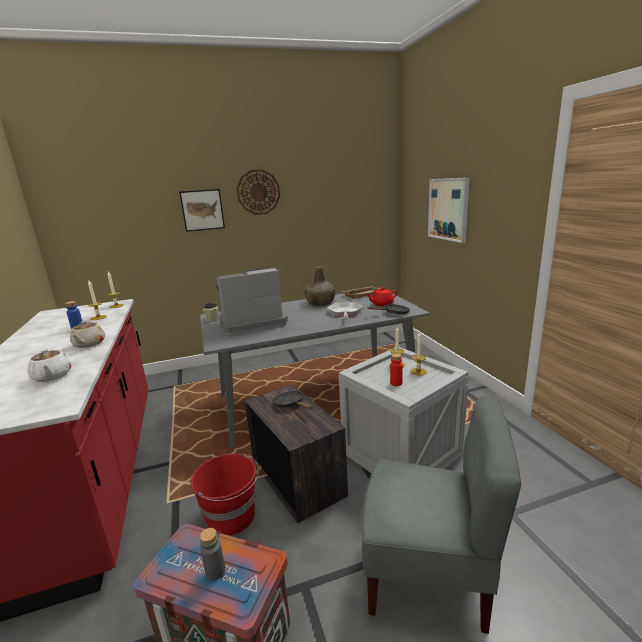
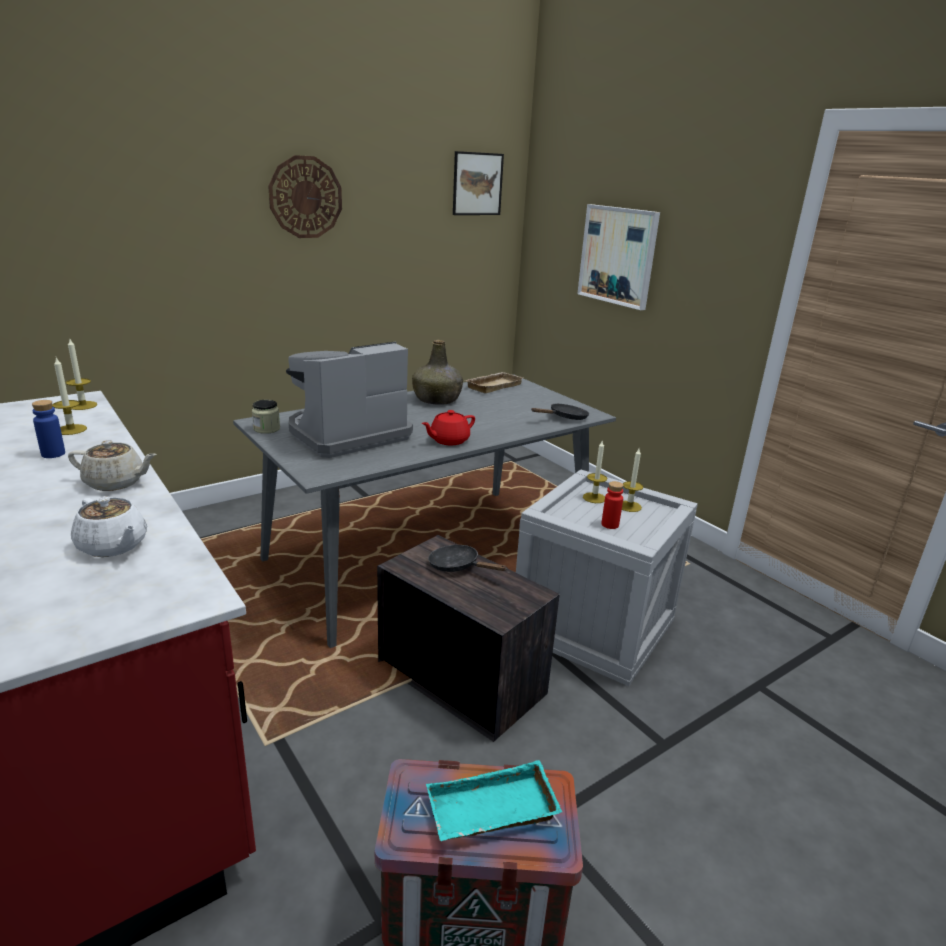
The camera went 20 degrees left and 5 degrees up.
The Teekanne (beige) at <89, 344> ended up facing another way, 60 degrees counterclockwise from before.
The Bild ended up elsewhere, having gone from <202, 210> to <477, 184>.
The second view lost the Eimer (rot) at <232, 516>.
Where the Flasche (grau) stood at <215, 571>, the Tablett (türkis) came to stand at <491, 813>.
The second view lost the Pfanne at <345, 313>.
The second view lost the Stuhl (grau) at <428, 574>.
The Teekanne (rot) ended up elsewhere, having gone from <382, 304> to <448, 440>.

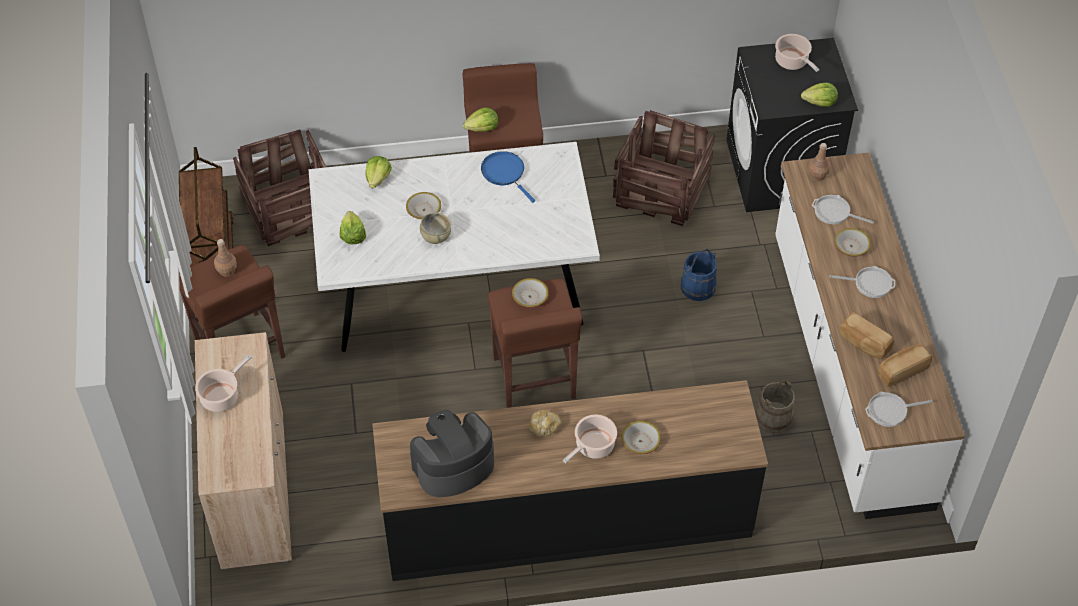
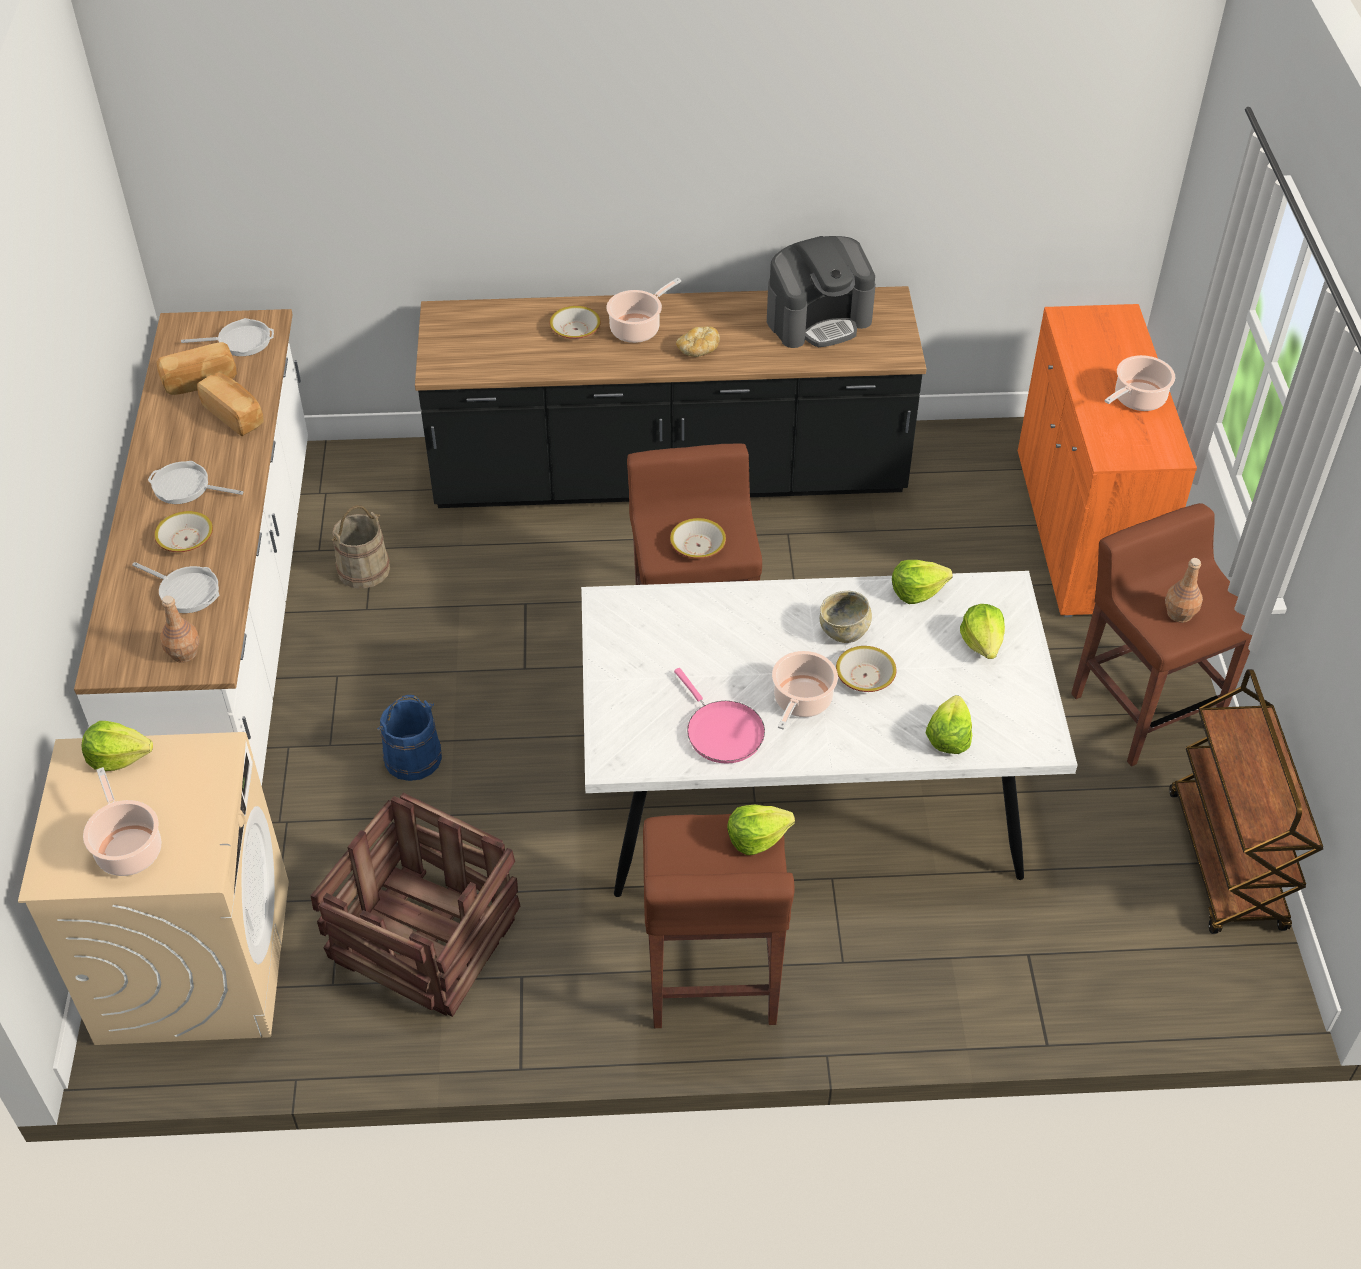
The camera went 175 degrees left and 5 degrees down.
What was the Schrank (beige) at <253, 489> turned into the Schrank (orange) at <1082, 531>.
The second view lost the Kiste at <291, 208>.
What was the Pfanne (blau) at <505, 173> turned into the Pfanne (rosa) at <721, 731>.
What was the Waschmaschine (schwarz) at <780, 172> turned into the Waschmaschine (beige) at <194, 959>.
The second view gained the Kochtopf at <801, 702>.
The second view gained the Salatkopf at <917, 591>.

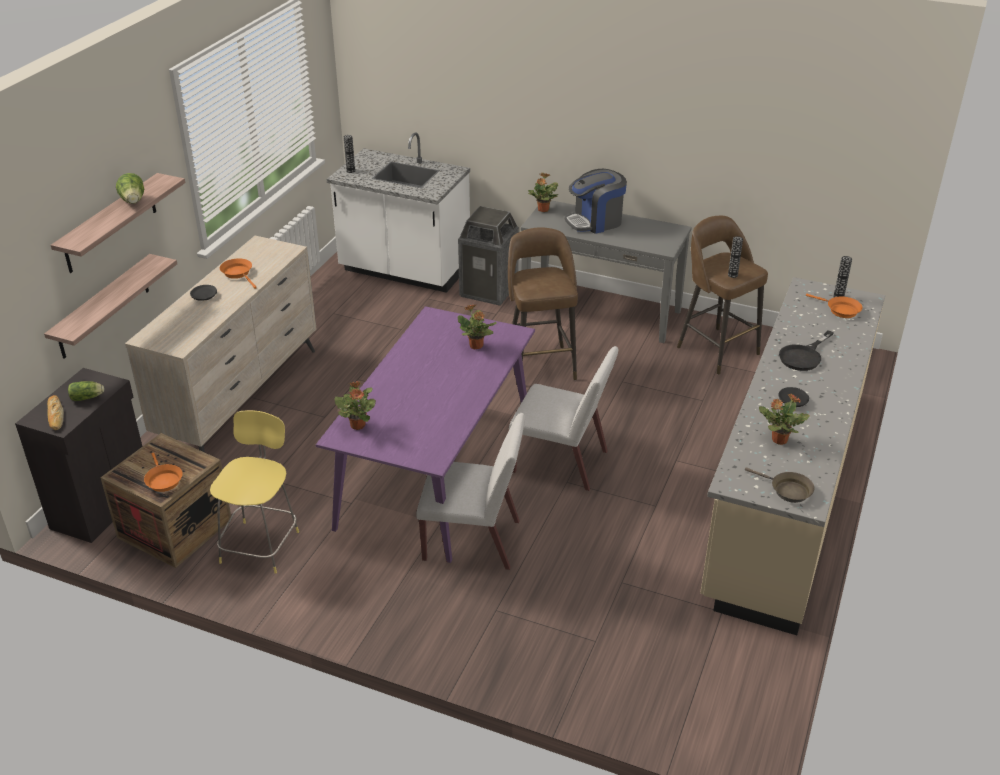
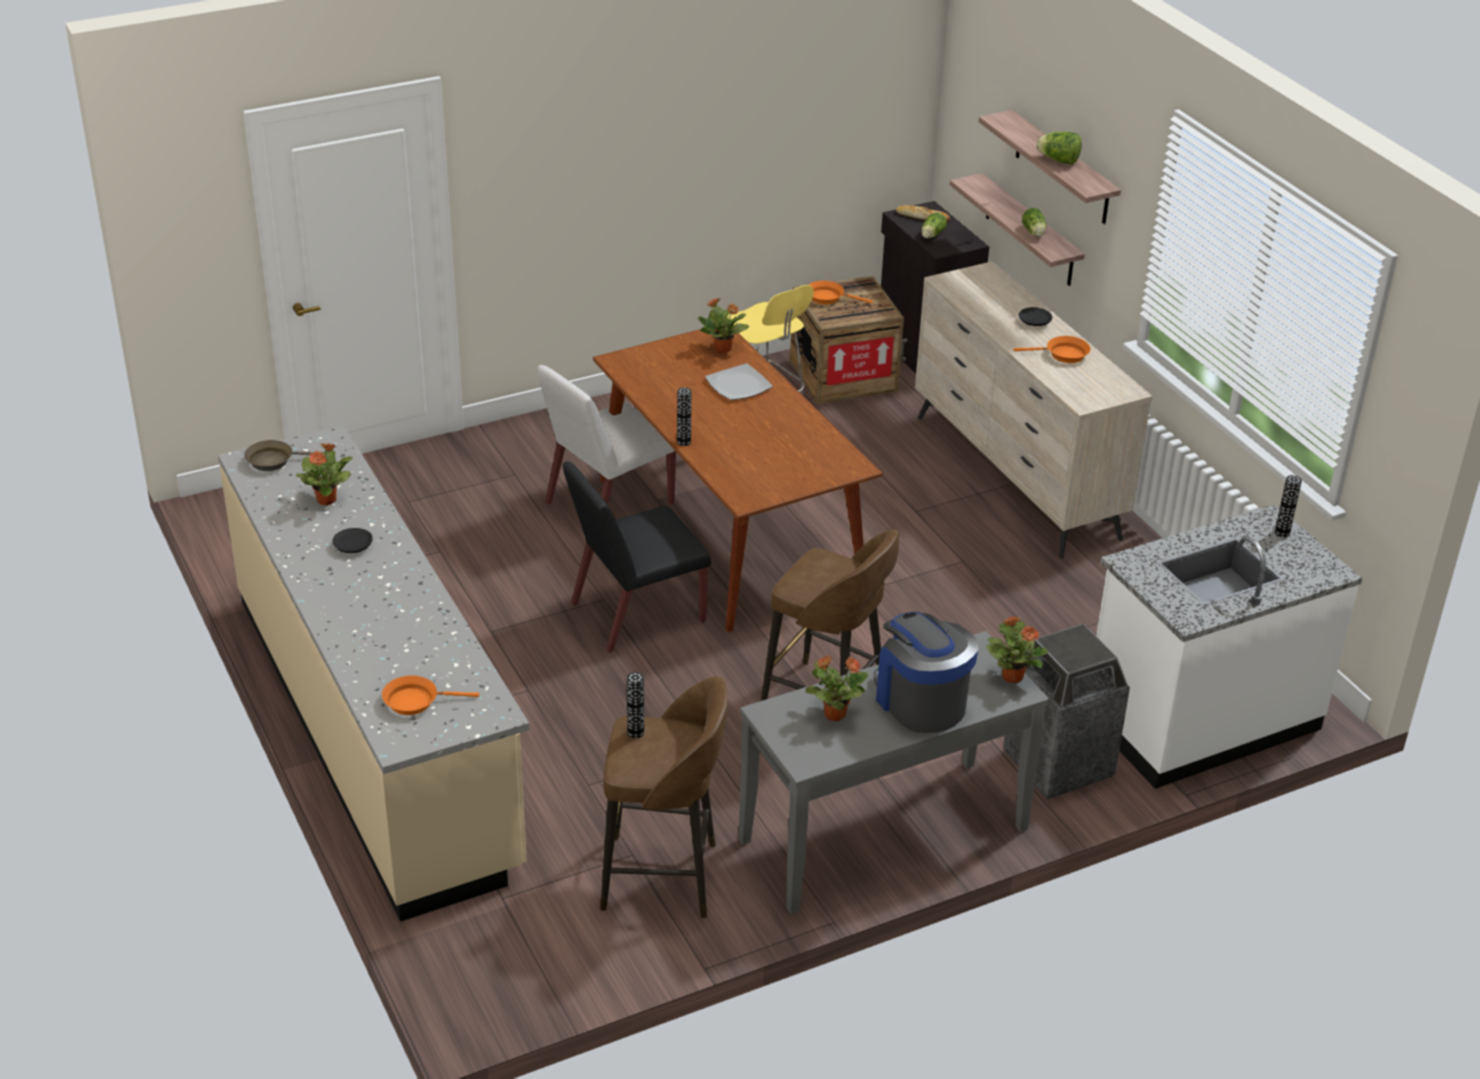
The camera went 130 degrees right and 0 degrees up.
What was the Esstisch (lila) at <437, 474> turned into the Esstisch (braun) at <728, 531>.
The Topfpflanze ended up elsewhere, having gone from <476, 346> to <834, 714>.
What was the Stuhl (weiß) at <561, 462> turned into the Stuhl (schwarz) at <636, 613>.
The Kaffeemaschine at <595, 221> ended up facing another way, 45 degrees counterclockwise from before.
The second view lost the Pfanne (schwarz) at <804, 356>.
The Vase ended up elsewhere, having gone from <838, 297> to <683, 442>.
The second view gained the Teller at <739, 385>.
The second view gained the Salatkopf at <1034, 233>.

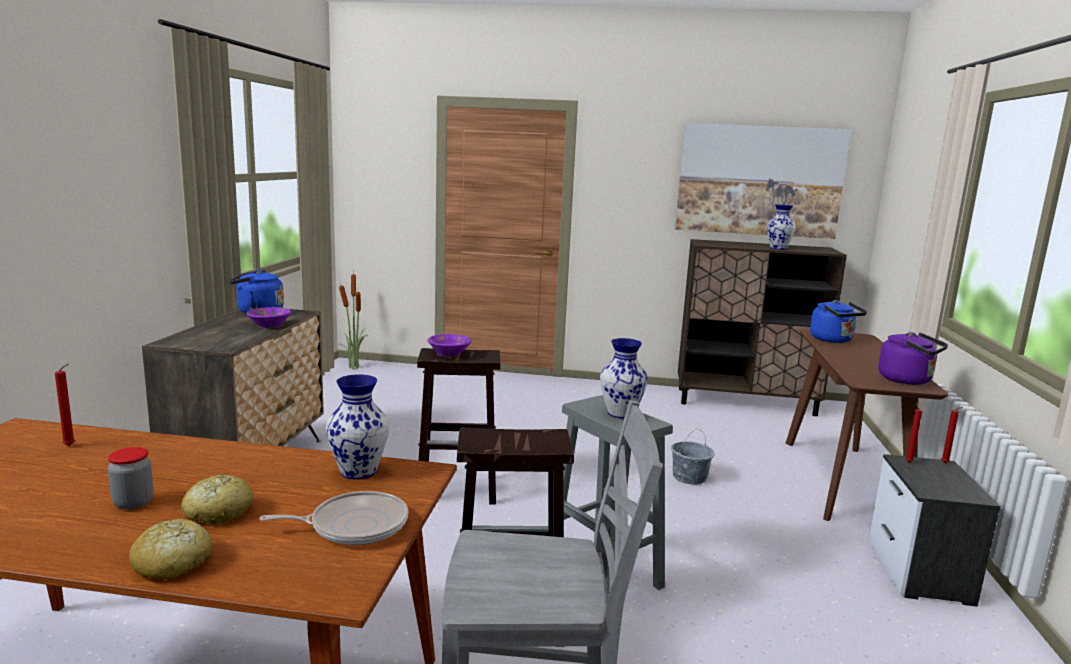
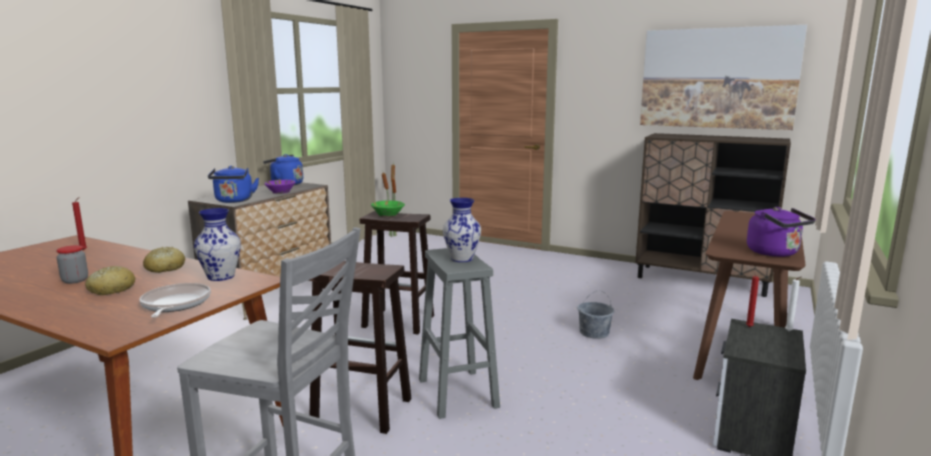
The camera went 20 degrees right and 0 degrees up.
The Brot ended up elsewhere, having gone from <172, 563> to <165, 268>.
The Pfanne at <354, 525> ended up facing another way, 105 degrees counterclockwise from before.
What was the Schüssel (lila) at <449, 354> turned into the Schüssel (grün) at <388, 215>.
The second view lost the Vase at <778, 248>.
The Wasserkessel (blau) ended up elsewhere, having gone from <833, 340> to <234, 201>.
What was the Kerze (rot) at <946, 463> turned into the Kerze (weiß) at <789, 331>.

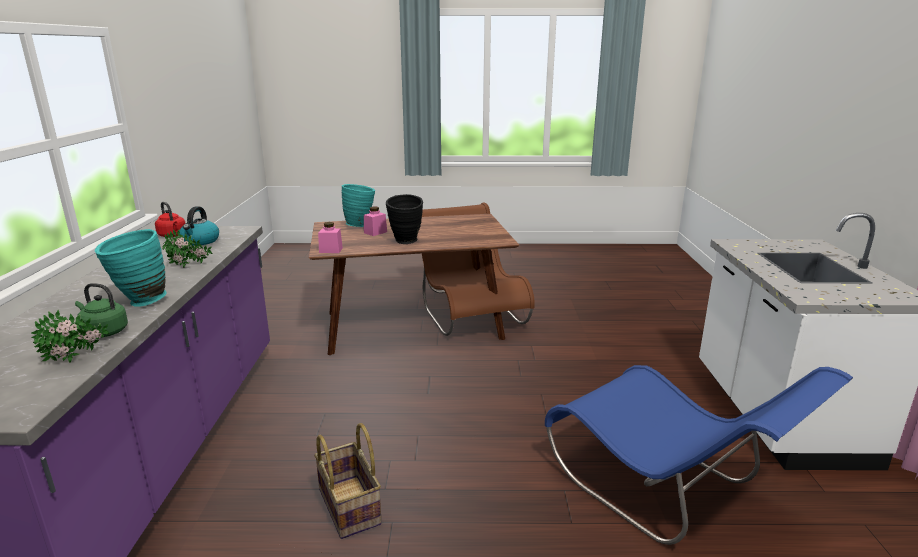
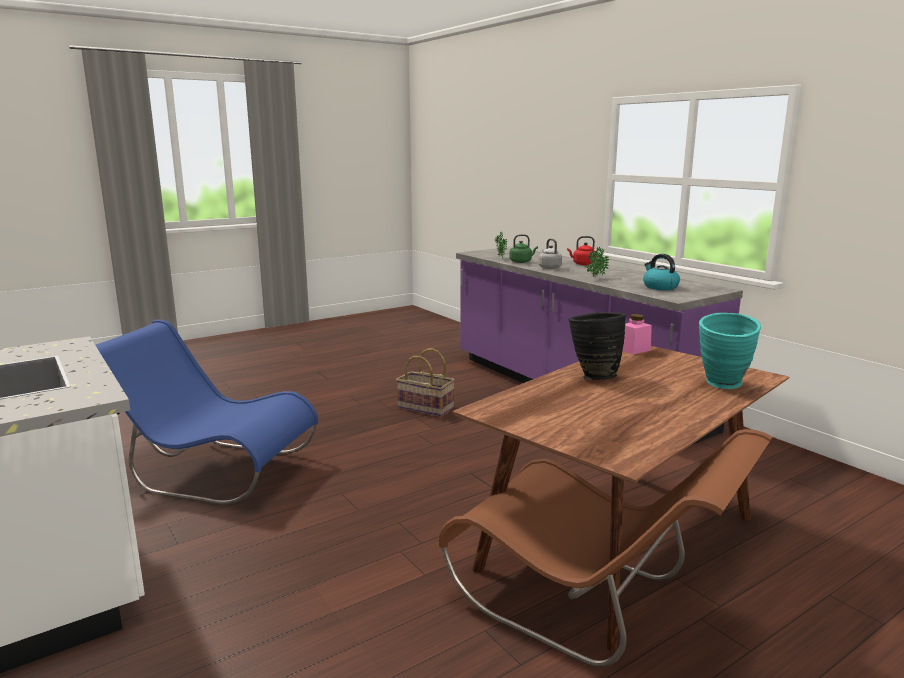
The camera went 145 degrees right and 5 degrees down.
Where the Vase (türkis) stood at <139, 302>, the Wasserkessel (grau) came to stand at <549, 267>.
The Wasserkessel (rot) ended up elsewhere, having gone from <173, 235> to <582, 264>.
The second view lost the Vorratsglas (rosa) at <375, 232>.

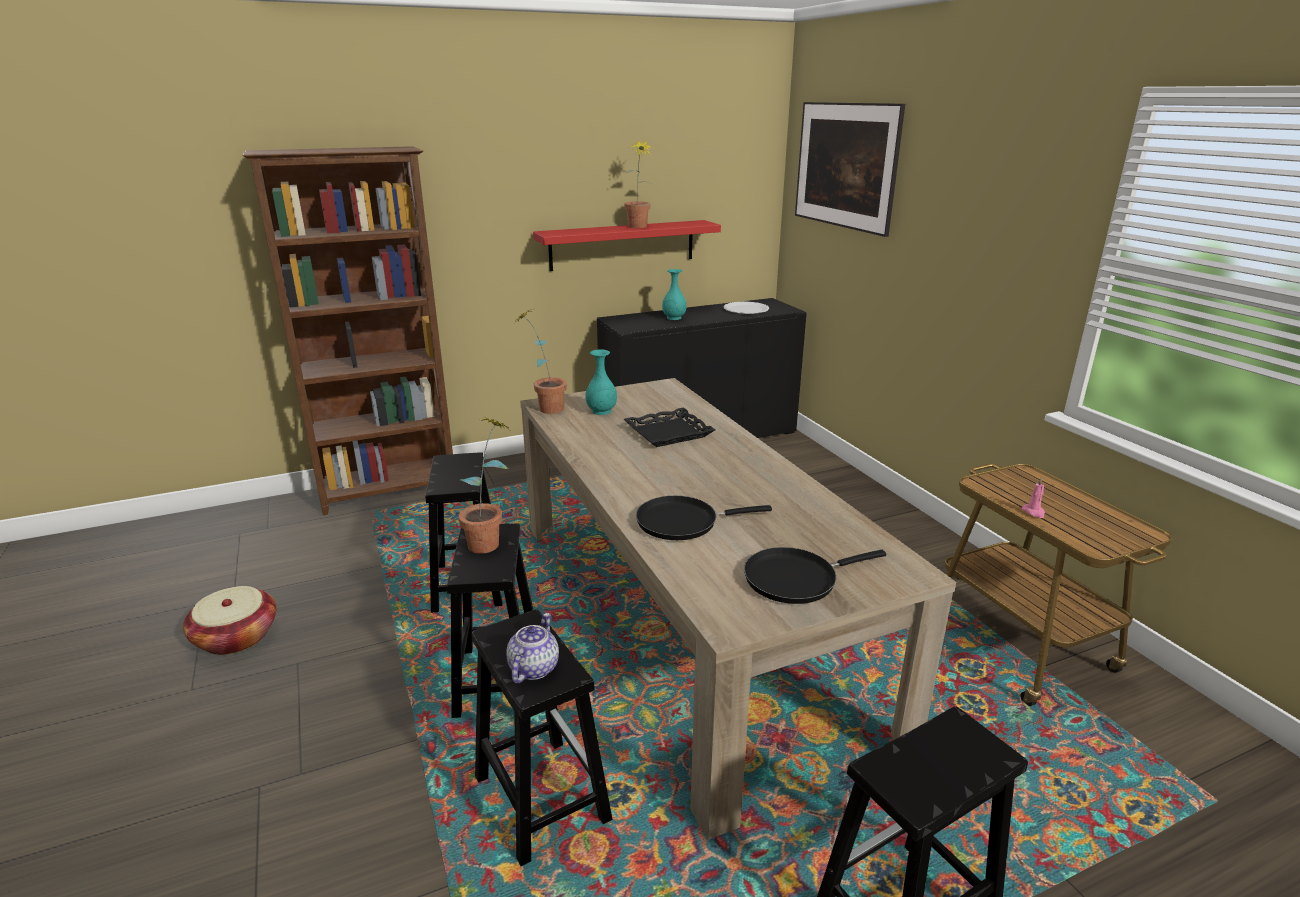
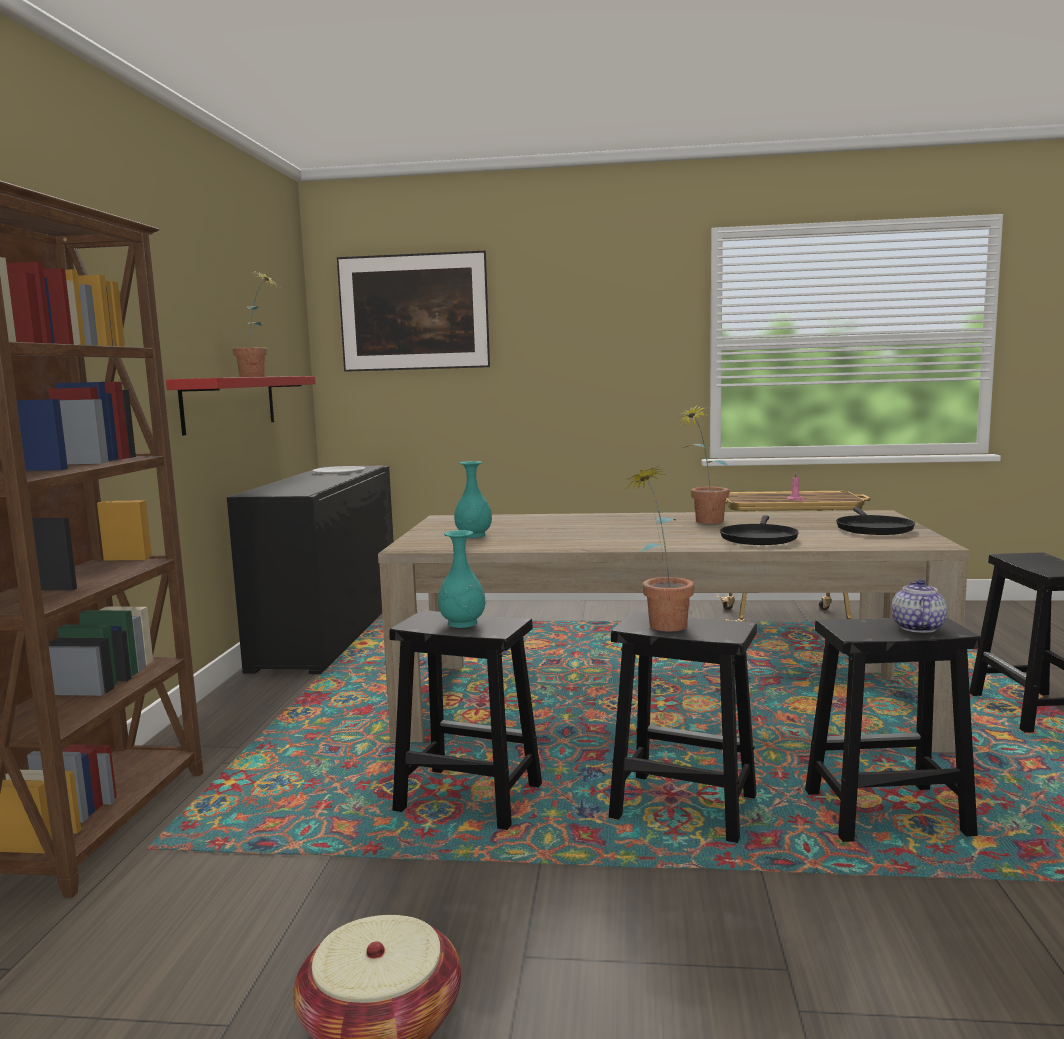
The camera went 60 degrees left and 15 degrees down.
The Teekanne at <533, 667> ended up facing another way, 60 degrees clockwise from before.
The Topfpflanze ended up elsewhere, having gone from <544, 408> to <703, 522>.
The second view lost the Tablett (schwarz) at <668, 432>.
The Vase (türkis) ended up elsewhere, having gone from <673, 318> to <462, 623>.

